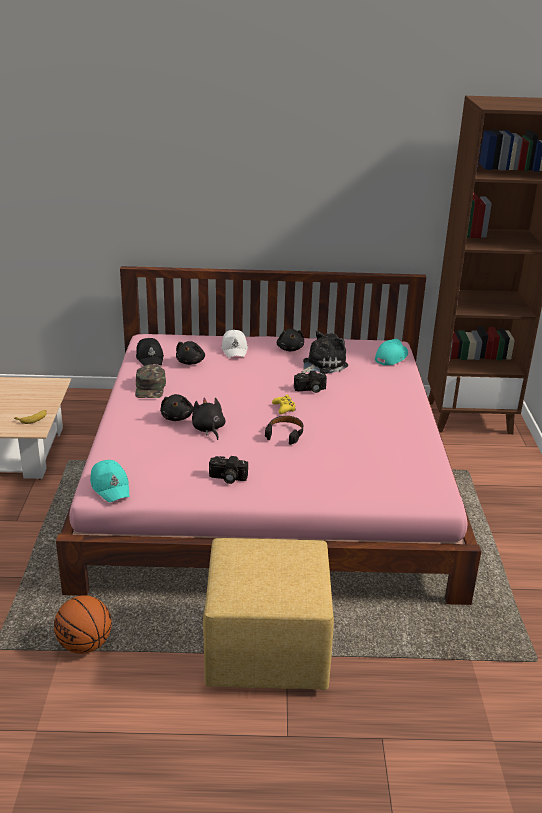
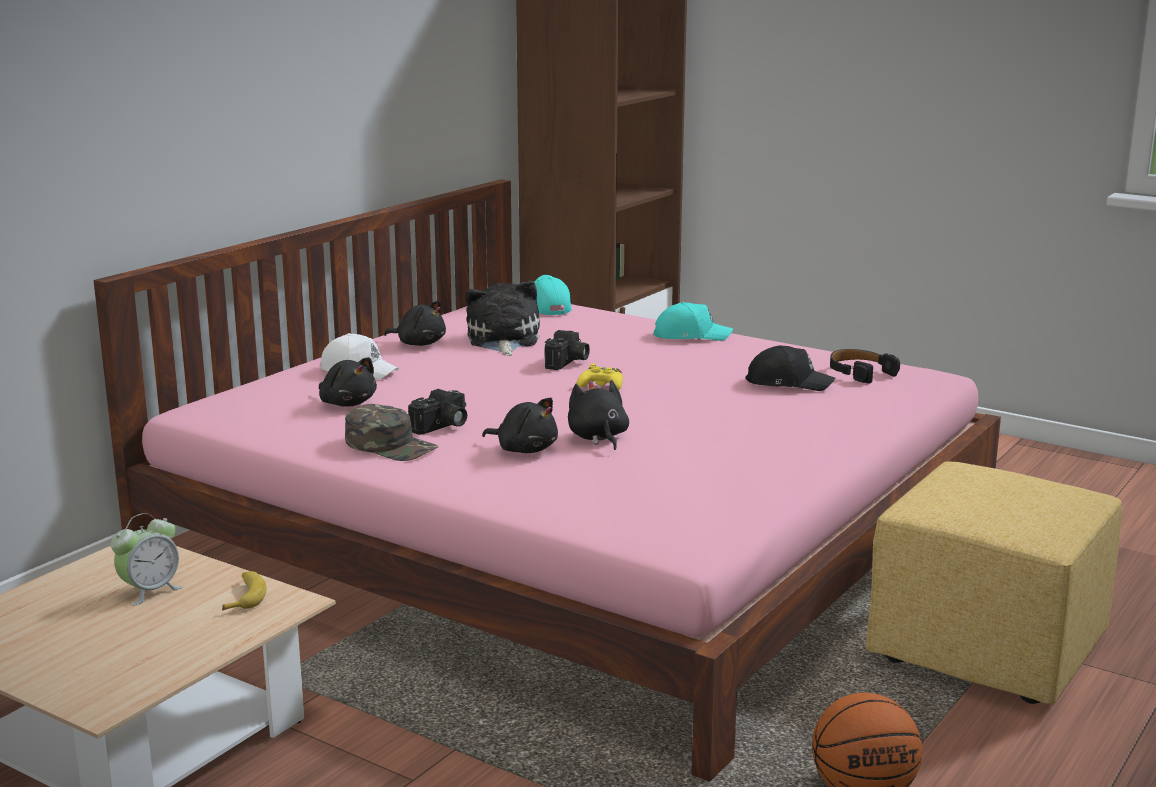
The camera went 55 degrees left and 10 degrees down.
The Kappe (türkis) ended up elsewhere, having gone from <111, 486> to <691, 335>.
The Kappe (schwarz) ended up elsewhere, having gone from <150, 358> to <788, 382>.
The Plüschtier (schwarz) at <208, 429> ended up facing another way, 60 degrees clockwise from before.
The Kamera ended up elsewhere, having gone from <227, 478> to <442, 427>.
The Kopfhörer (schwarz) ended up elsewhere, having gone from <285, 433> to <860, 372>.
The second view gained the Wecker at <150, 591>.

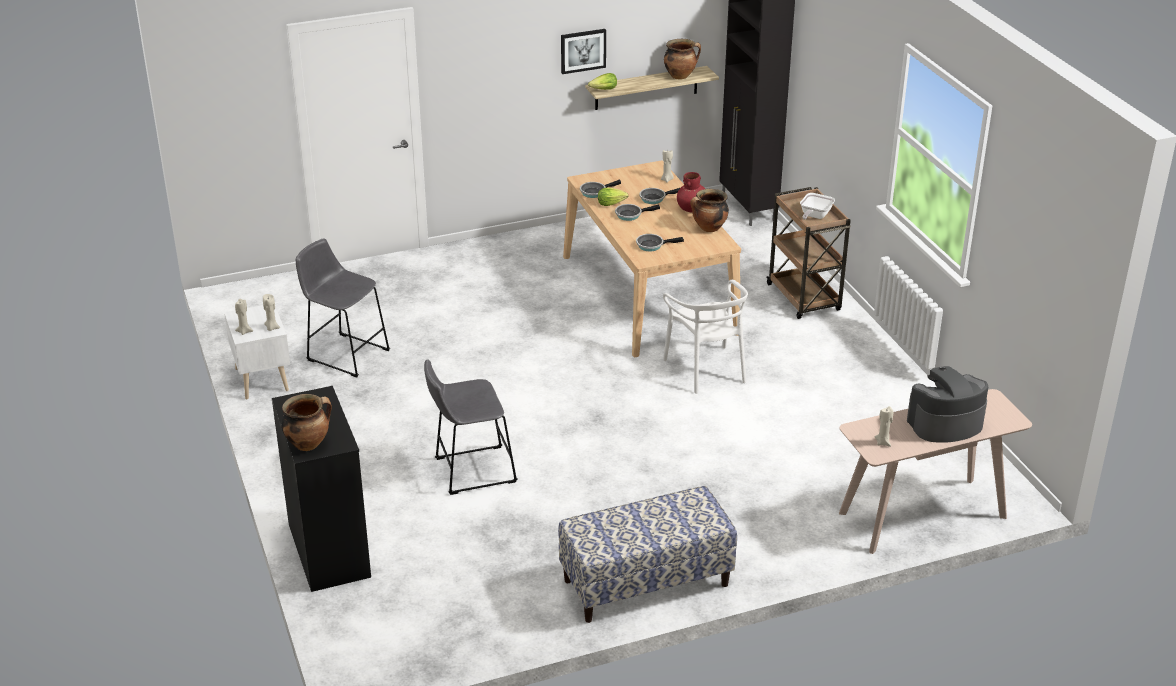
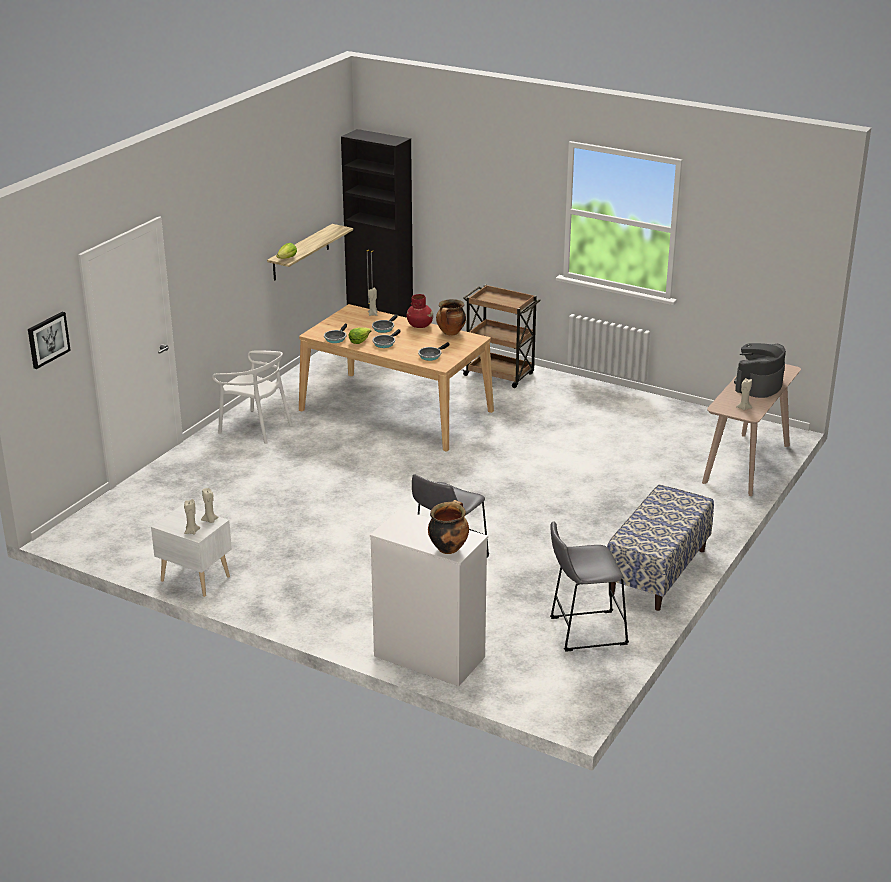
The camera went 40 degrees left and 5 degrees down.
What was the Kommode (schwarz) at <328, 549> turned into the Kommode (weiß) at <428, 656>.
The Hocker (grau) ended up elsewhere, having gone from <345, 353> to <583, 631>.
The Bild ended up elsewhere, having gone from <583, 50> to <48, 339>.
The Stuhl (weiß) ended up elsewhere, having gone from <706, 369> to <255, 428>.
The second view lost the Kochtopf at <680, 76>.
The second view lost the Pfanne at <814, 216>.

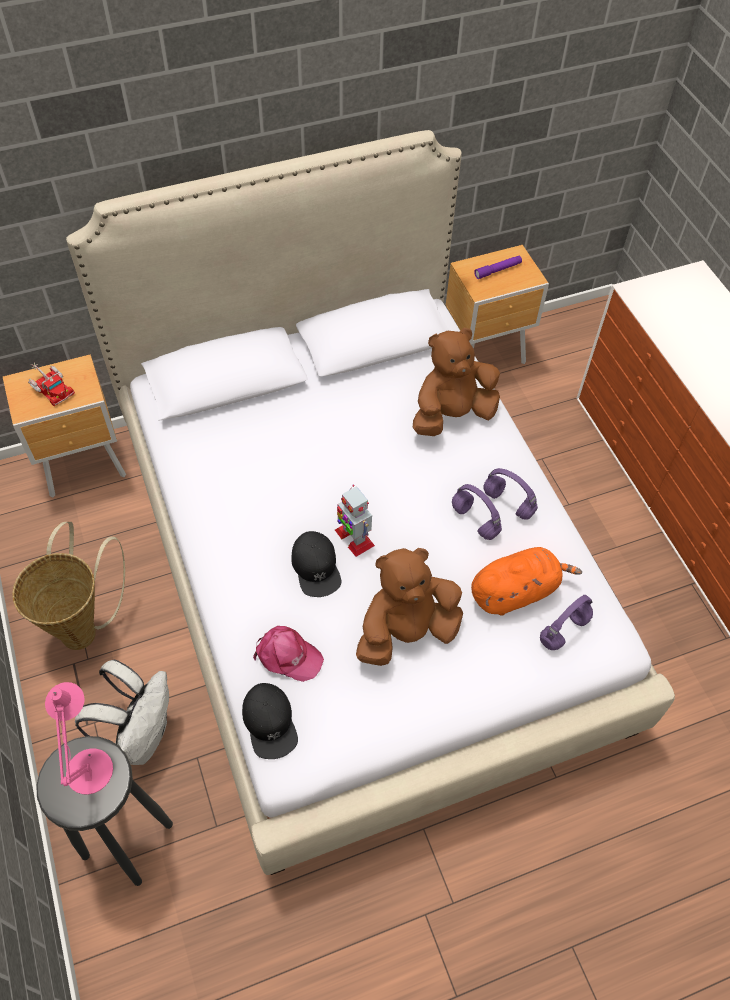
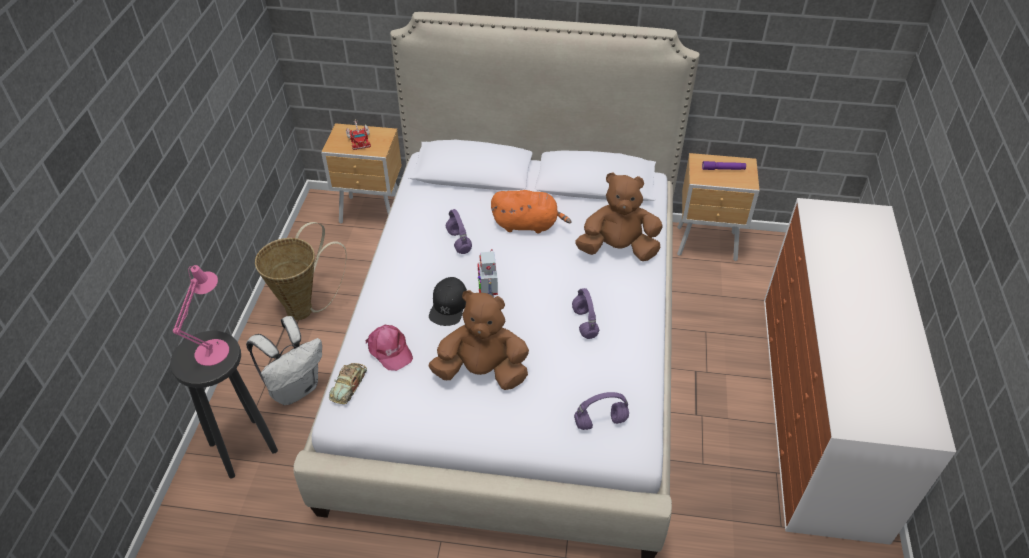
The camera went 30 degrees right and 10 degrees down.
Where the Kappe (schwarz) stood at <270, 723>, the Spielzeugauto came to stand at <349, 385>.
The Plüschtier (orange) ended up elsewhere, having gone from <516, 591> to <528, 224>.
The Kopfhörer (lila) ended up elsewhere, having gone from <509, 504> to <459, 242>.

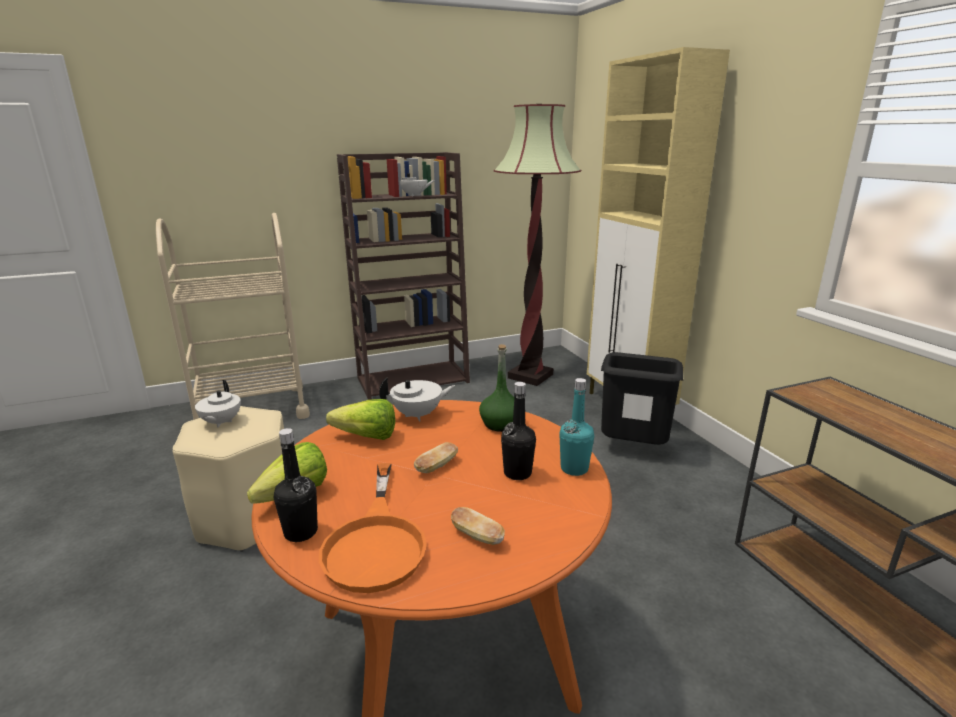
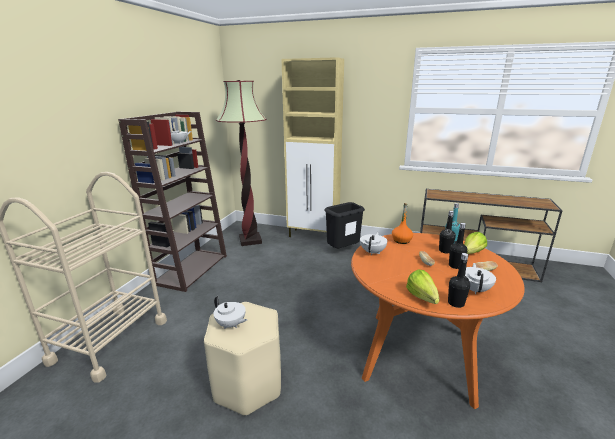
The camera went 50 degrees left and 0 degrees up.
Where the Pfanne (orange) stood at <376, 542>, the Teekanne (weiß) came to stand at <474, 289>.
The Salatkopf ended up elsewhere, having gone from <361, 436> to <470, 254>.
What was the Flasche (grün) at <501, 424> turned into the Flasche (orange) at <401, 240>.
The second view gained the Flasche (schwarz) at <455, 266>.

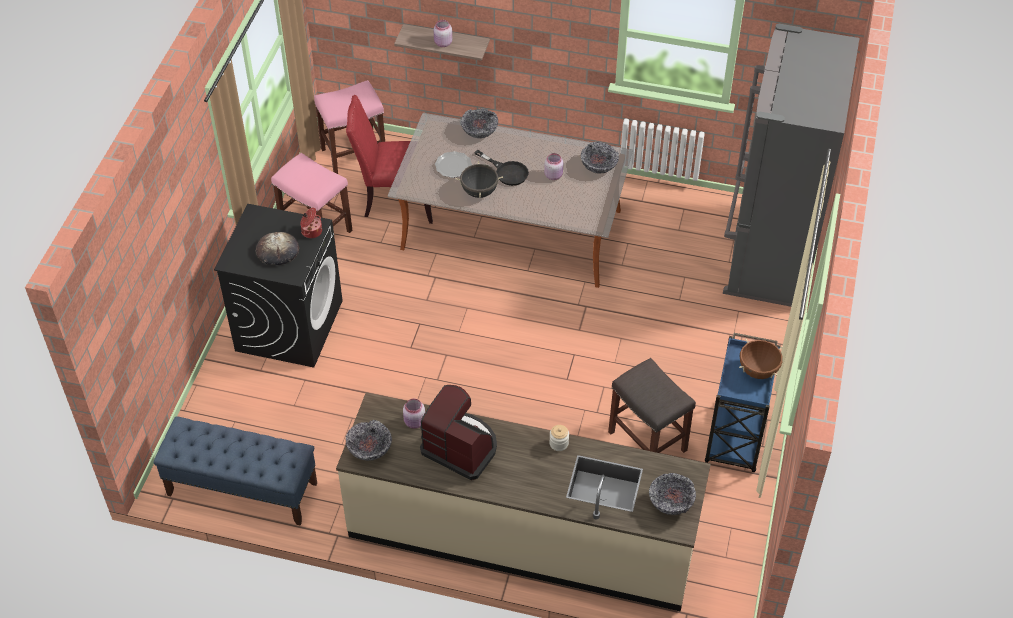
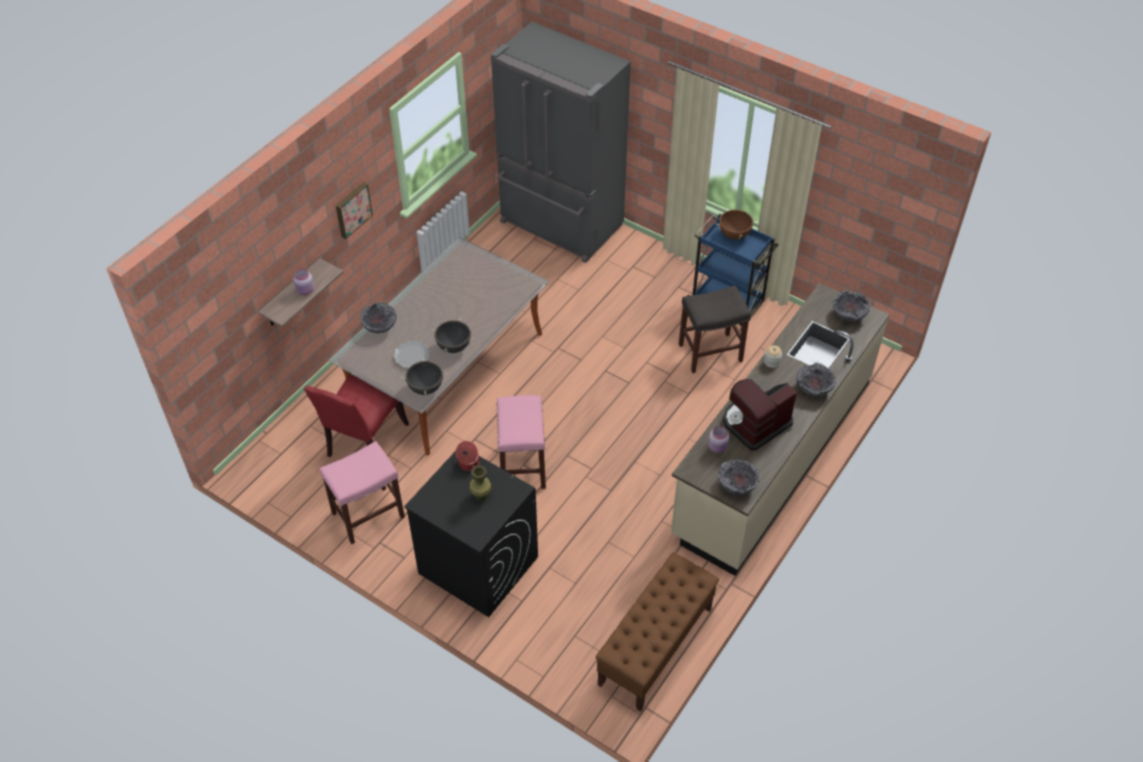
The camera went 70 degrees left and 0 degrees up.
What was the Bank (blau) at <242, 489> turned into the Bank (braun) at <655, 647>.
Where the Brot stood at <277, 251>, the Vase (grün) came to stand at <481, 495>.
The Hocker (rosa) ended up elsewhere, having gone from <353, 155> to <523, 467>.
The second view lost the Pfanne (schwarz) at <507, 171>.
The second view lost the Vorratsglas (rosa) at <553, 175>.
The Schüssel ended up elsewhere, having gone from <599, 167> to <814, 388>.
The second view gained the Bild at <352, 209>.
The second view gained the Kochtopf (schwarz) at <425, 388>.

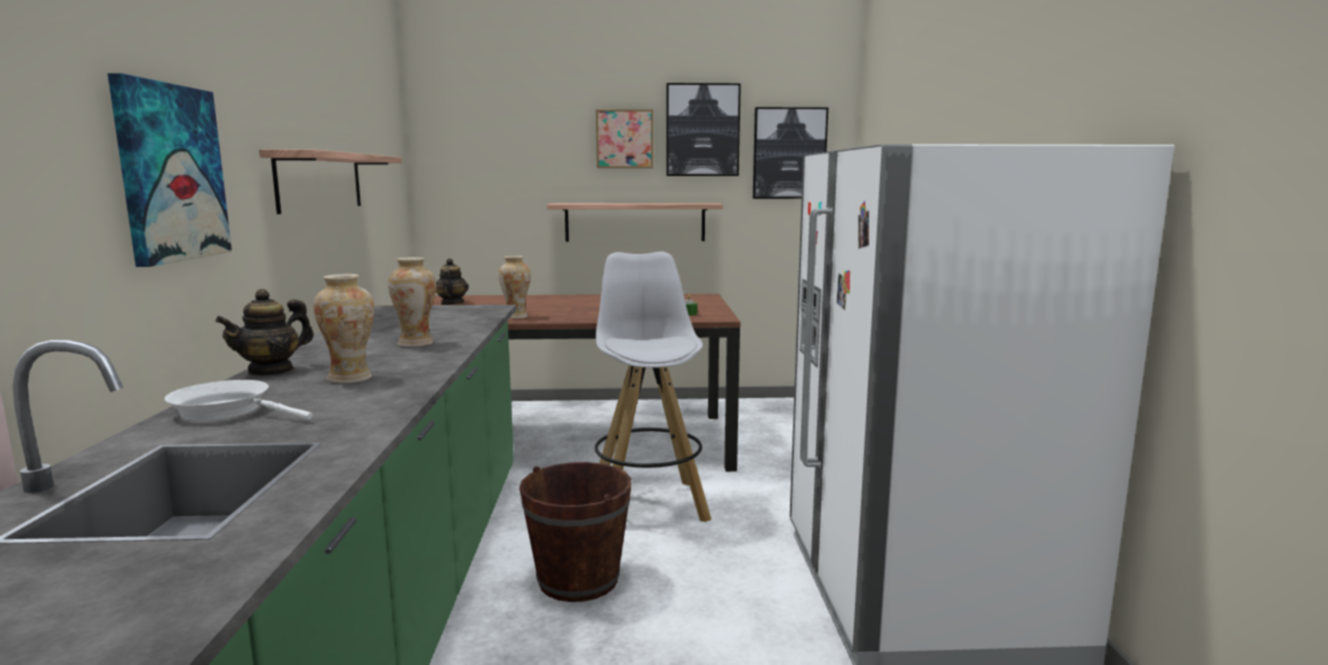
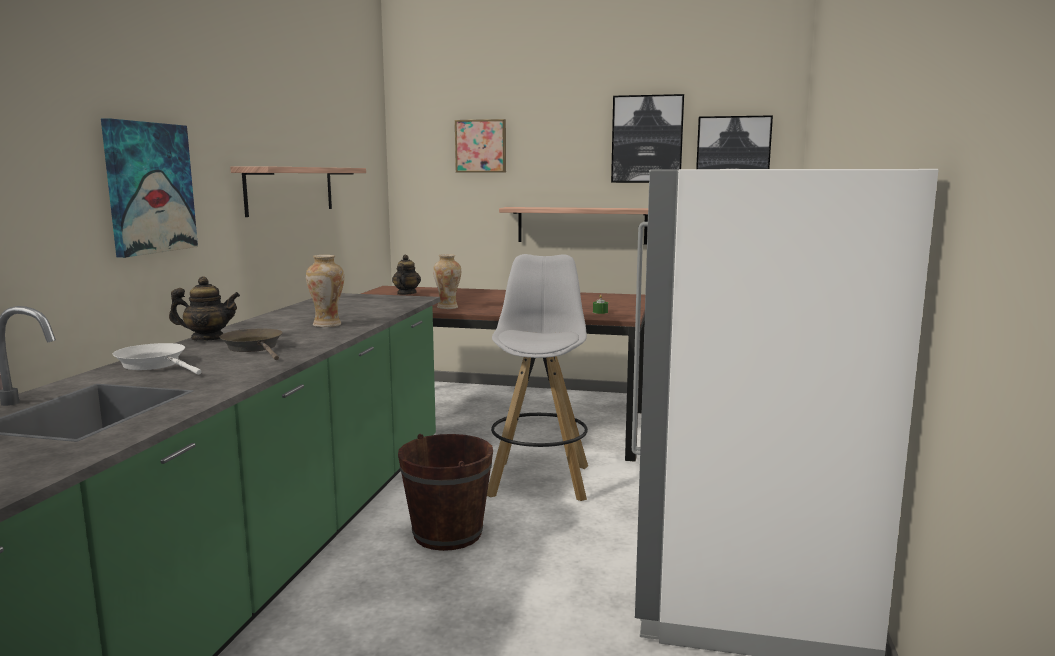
The camera went 15 degrees right and 0 degrees up.
The Teekanne at <271, 370> ended up facing another way, 150 degrees counterclockwise from before.
Where the Vase stood at <350, 378>, the Pfanne (braun) came to stand at <255, 348>.
The Bild ended up elsewhere, having gone from <624, 139> to <481, 146>.

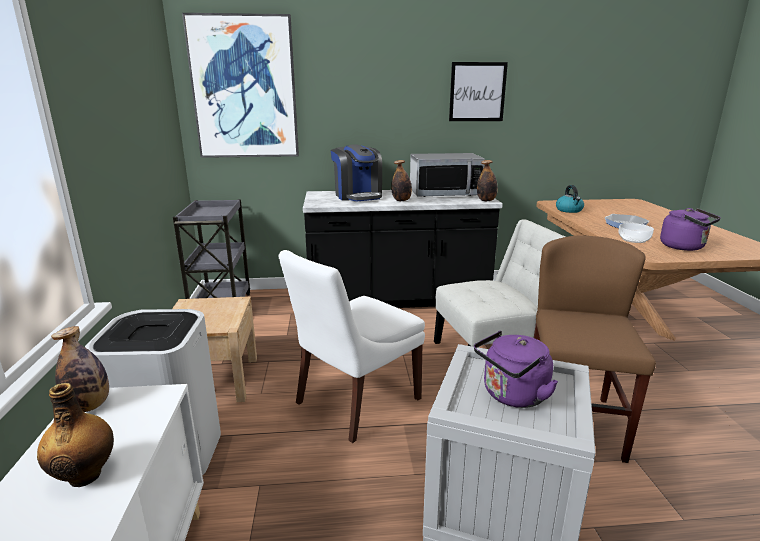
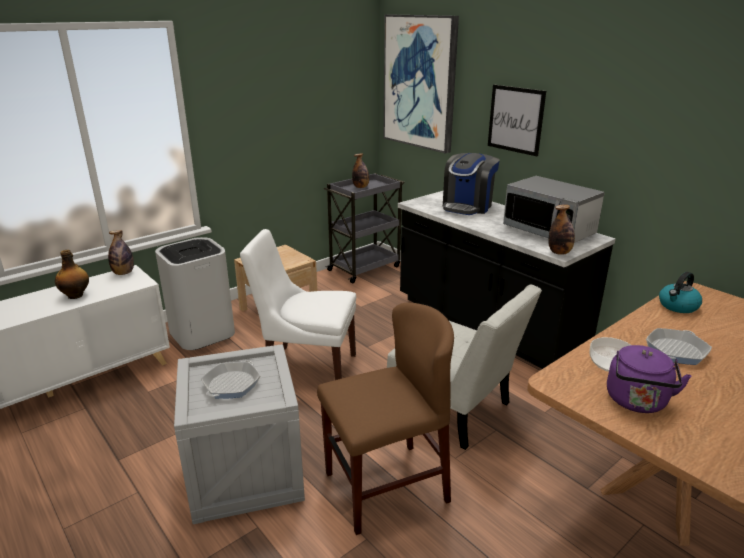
The camera went 55 degrees right and 5 degrees up.
The Flasche ended up elsewhere, having gone from <401, 200> to <361, 187>.
The Bild ended up elsewhere, having gone from <477, 92> to <515, 119>.
Where the Wasserkessel (lila) stood at <512, 396>, the Pfanne came to stand at <231, 384>.

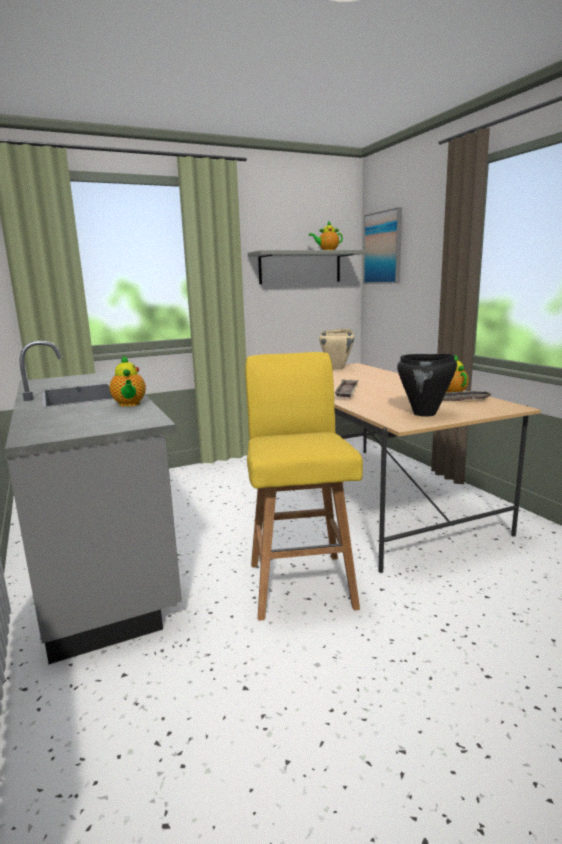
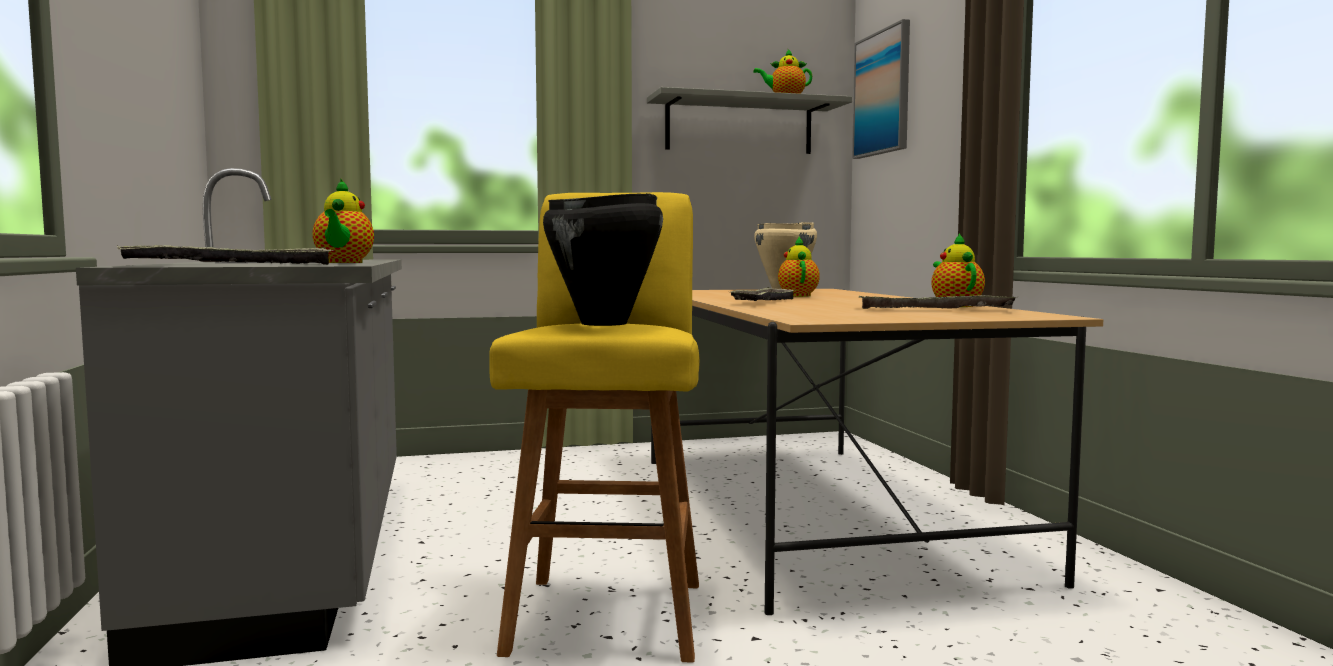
The camera went 10 degrees right and 10 degrees down.
The Kochtopf (schwarz) ended up elsewhere, having gone from <425, 414> to <604, 323>.
The second view gained the Tablett at <231, 265>.
The second view gained the Teekanne at <797, 295>.

